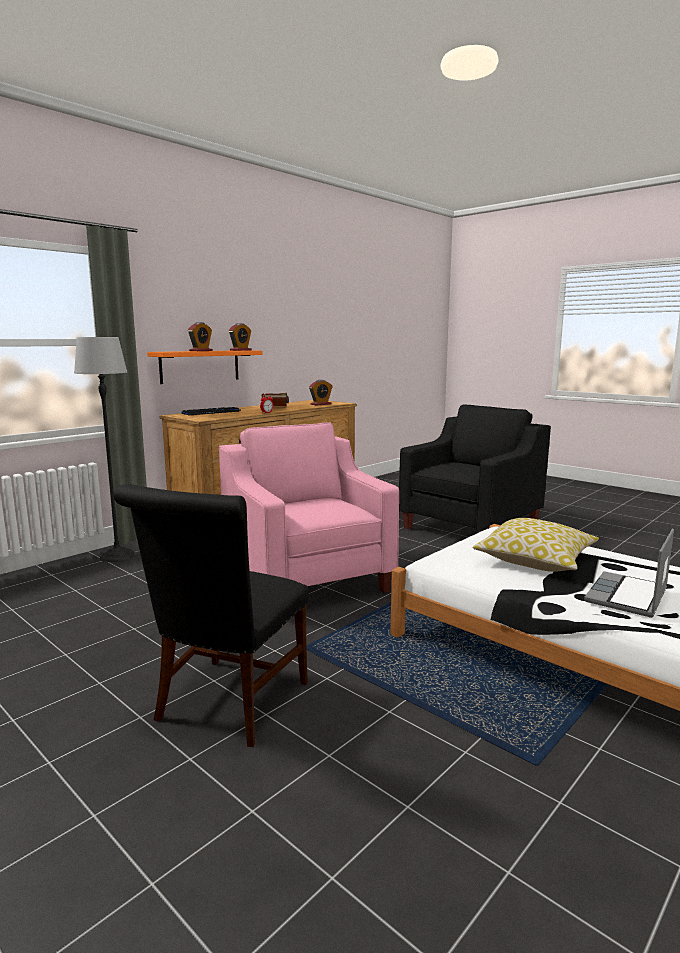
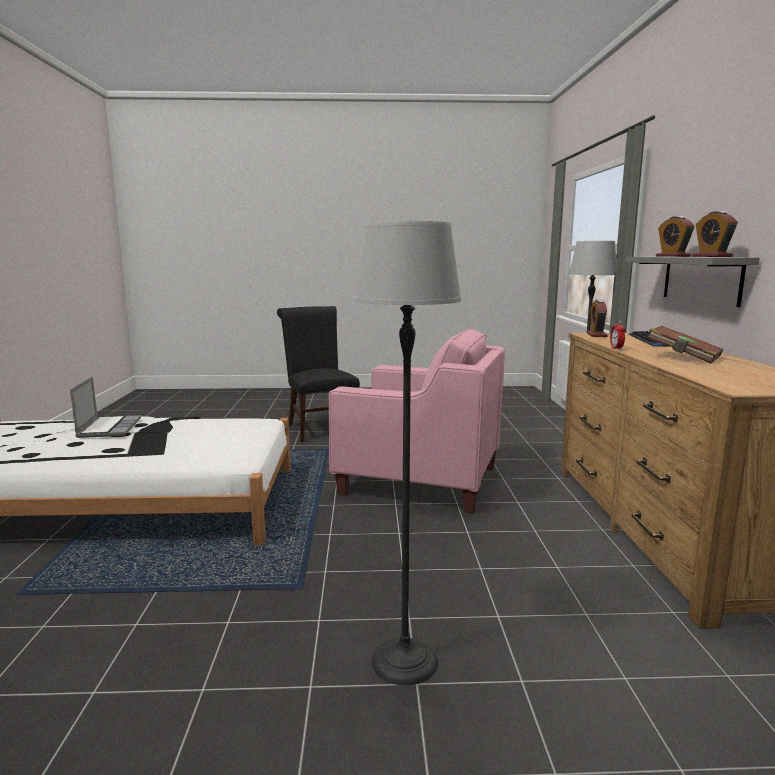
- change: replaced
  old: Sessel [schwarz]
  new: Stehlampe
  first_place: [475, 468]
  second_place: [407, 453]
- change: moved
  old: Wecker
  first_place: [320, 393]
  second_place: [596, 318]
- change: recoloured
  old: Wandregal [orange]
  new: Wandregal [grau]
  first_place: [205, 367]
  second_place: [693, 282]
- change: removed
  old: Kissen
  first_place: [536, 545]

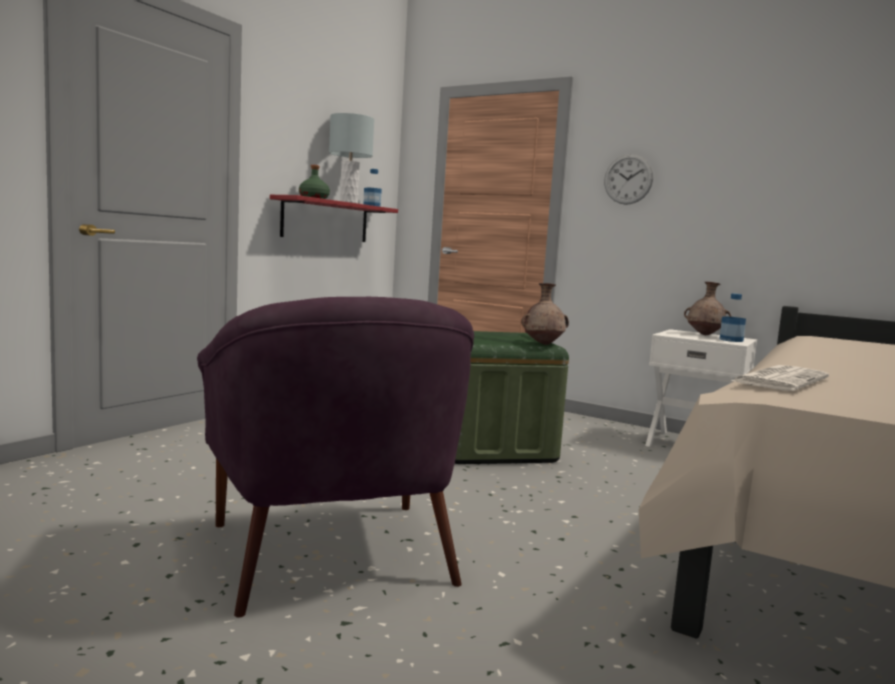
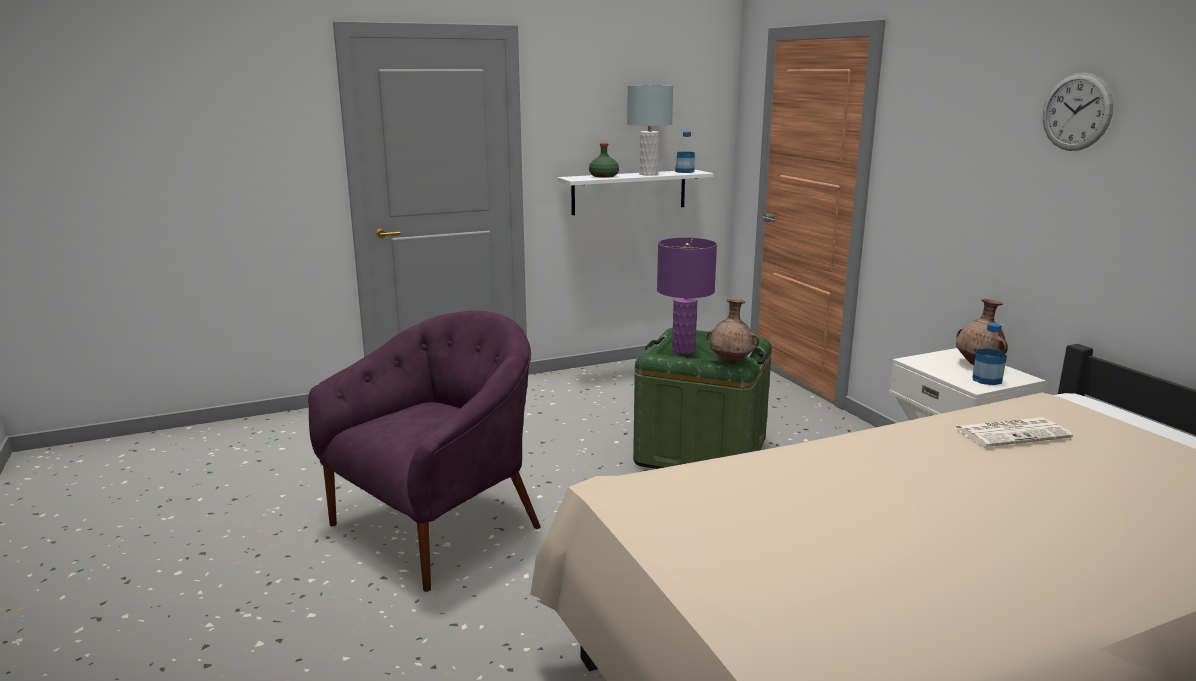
- change: turned
  old: Sessel [lila]
  first_place: [335, 457]
  second_place: [424, 451]
  degrees: -150
- change: recoloured
  old: Wandregal [rot]
  new: Wandregal [weiß]
  first_place: [334, 218]
  second_place: [635, 192]
- change: added
  new: Tischlampe [lila]
  second_place: [687, 295]
- change: moved
  old: Zeitung
  first_place: [780, 378]
  second_place: [1014, 432]
- change: moved
  old: Wanduhr
  first_place: [628, 179]
  second_place: [1078, 112]

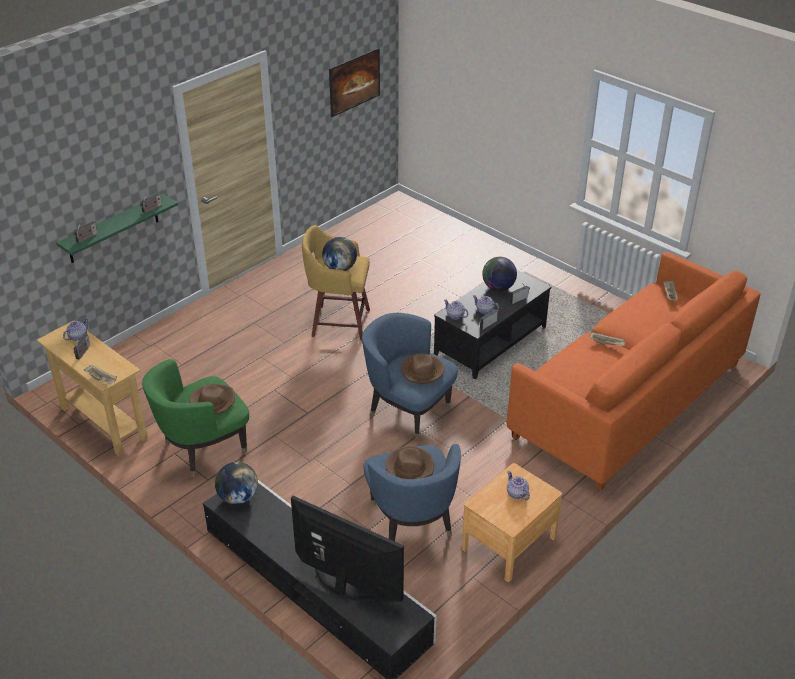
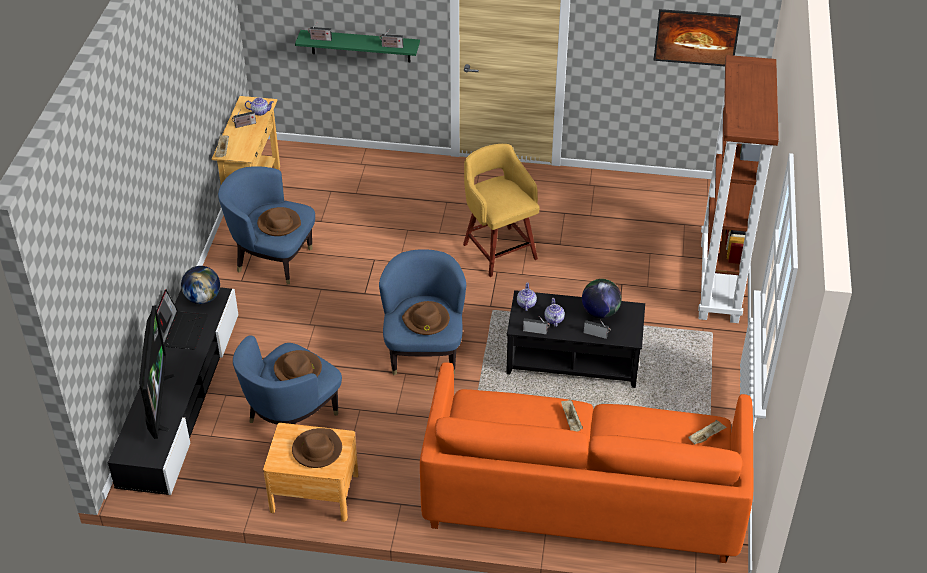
- change: added
  new: Laptop
  second_place: [182, 319]
- change: recoloured
  old: Sessel [grün]
  new: Sessel [blau]
  first_place: [195, 418]
  second_place: [266, 225]
- change: replaced
  old: Teekanne
  new: Hut [braun]
  first_place: [518, 485]
  second_place: [317, 448]
- change: added
  new: Bücherregal [braun]
  second_place: [738, 189]
- change: removed
  old: Globus
  first_place: [339, 254]

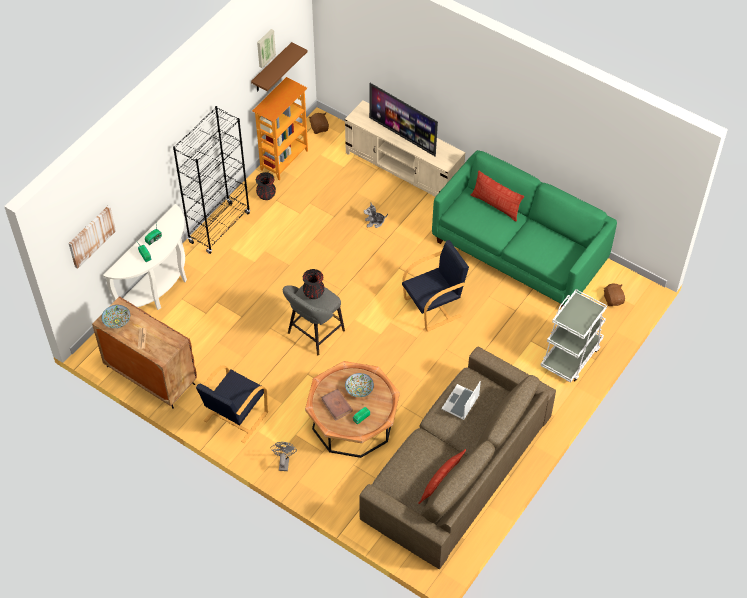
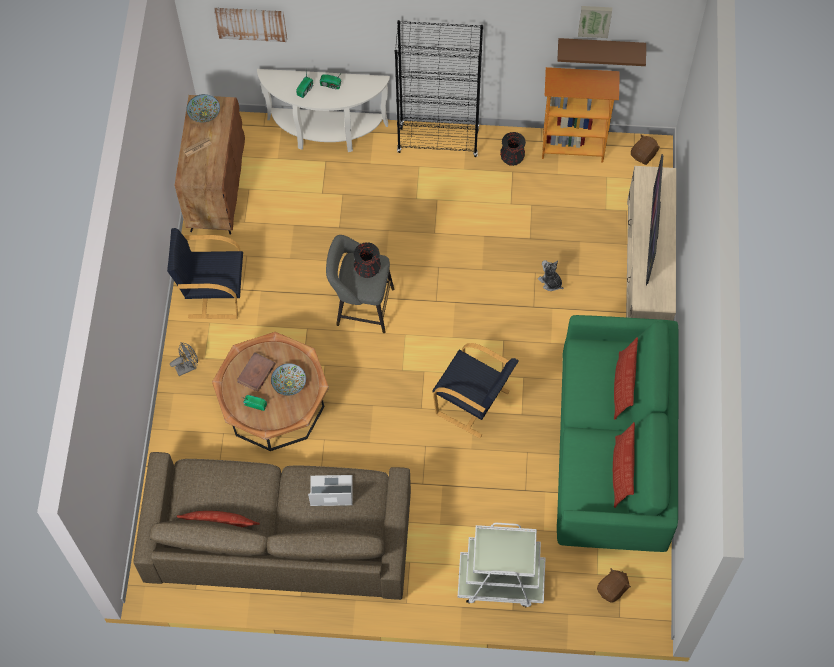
- change: added
  new: Kissen
  second_place: [624, 465]

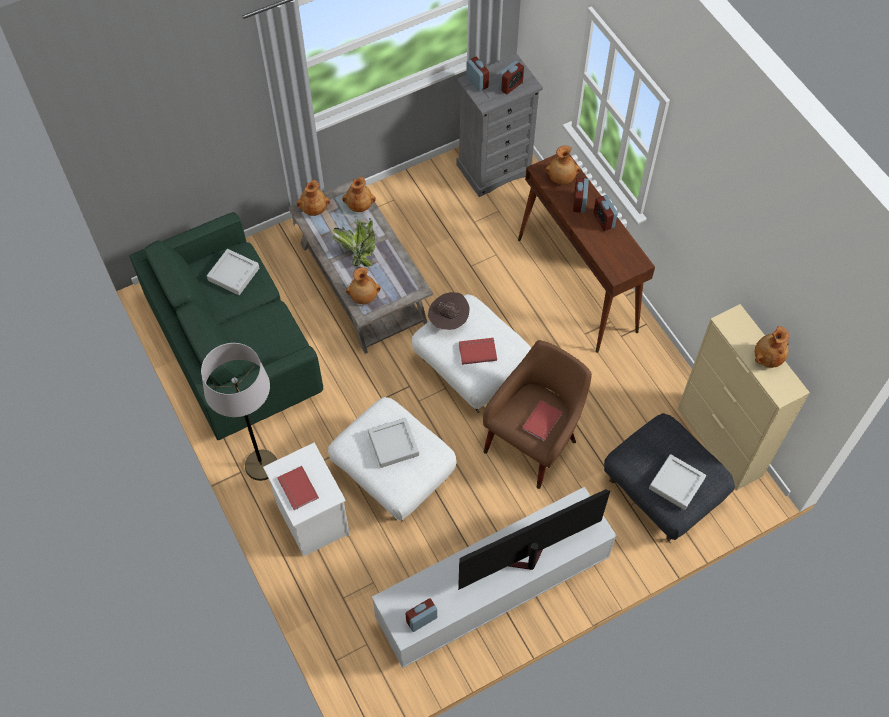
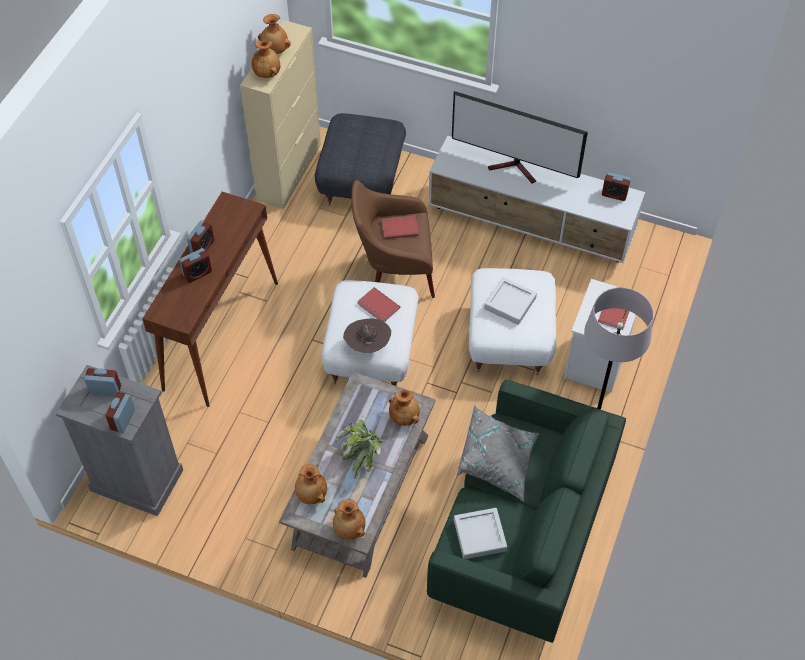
- change: moved
  old: Vase [braun]
  first_place: [562, 165]
  second_place: [266, 58]
- change: added
  new: Kissen [grau]
  second_place: [497, 454]
- change: removed
  old: Tablett [grau]
  first_place: [677, 482]

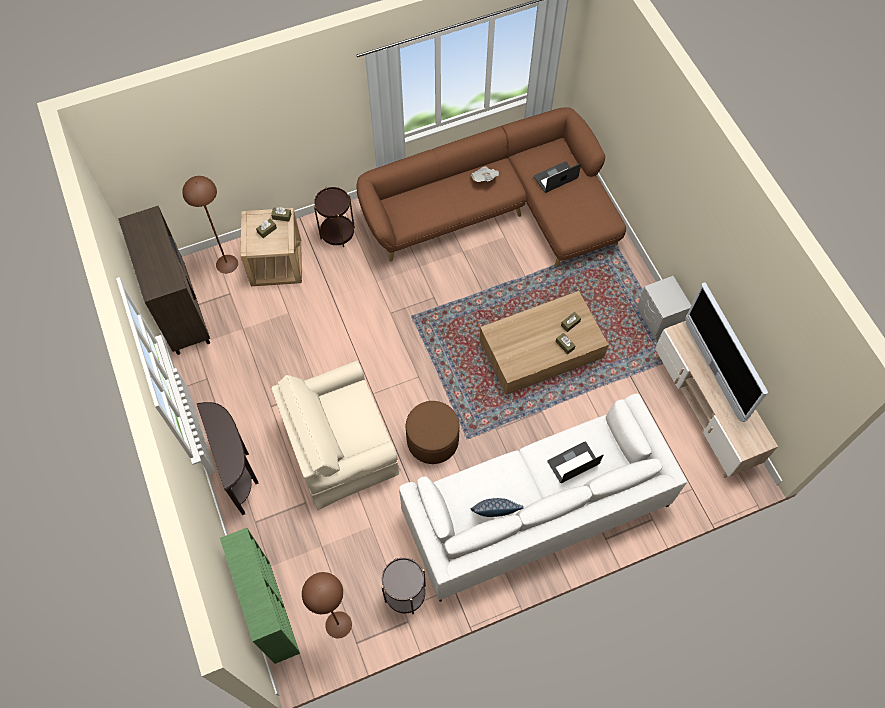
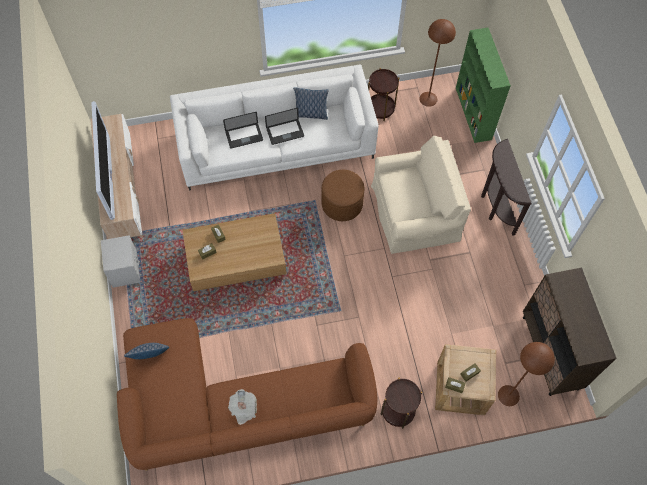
- change: added
  new: Kissen
  second_place: [146, 351]
- change: moved
  old: Laptop
  first_place: [557, 177]
  second_place: [284, 126]

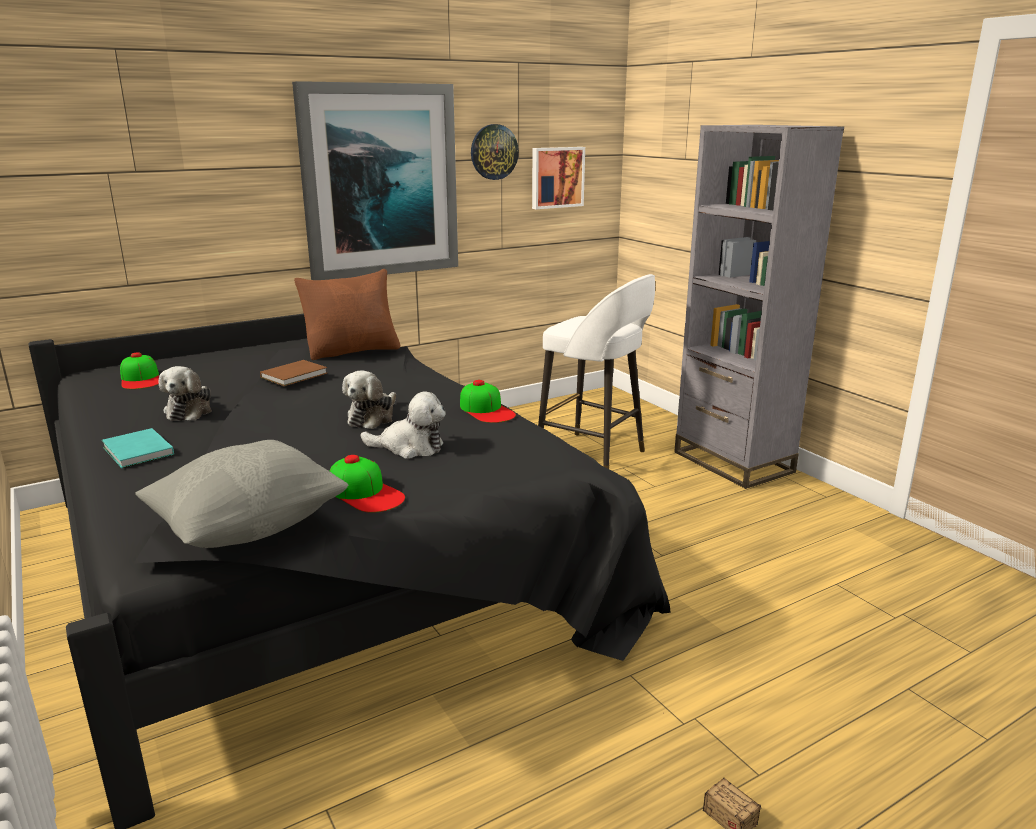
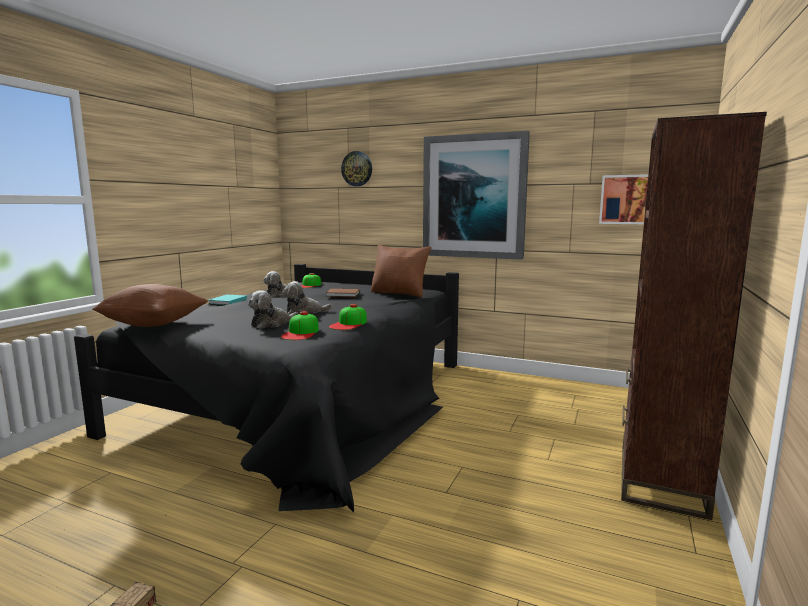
- change: recoloured
  old: Kissen [grau]
  new: Kissen [braun]
  first_place: [241, 494]
  second_place: [150, 305]
- change: turned
  old: Plüschtier
  first_place: [403, 425]
  second_place: [273, 309]
  degrees: 75
- change: moved
  old: Kappe
  first_place: [367, 484]
  second_place: [300, 325]
- change: moved
  old: Wanduhr
  first_place: [495, 152]
  second_place: [356, 168]
- change: recoloured
  old: Bücherregal [grau]
  new: Bücherregal [braun]
  first_place: [759, 307]
  second_place: [694, 316]
- change: removed
  old: Hocker [weiß]
  first_place: [596, 371]

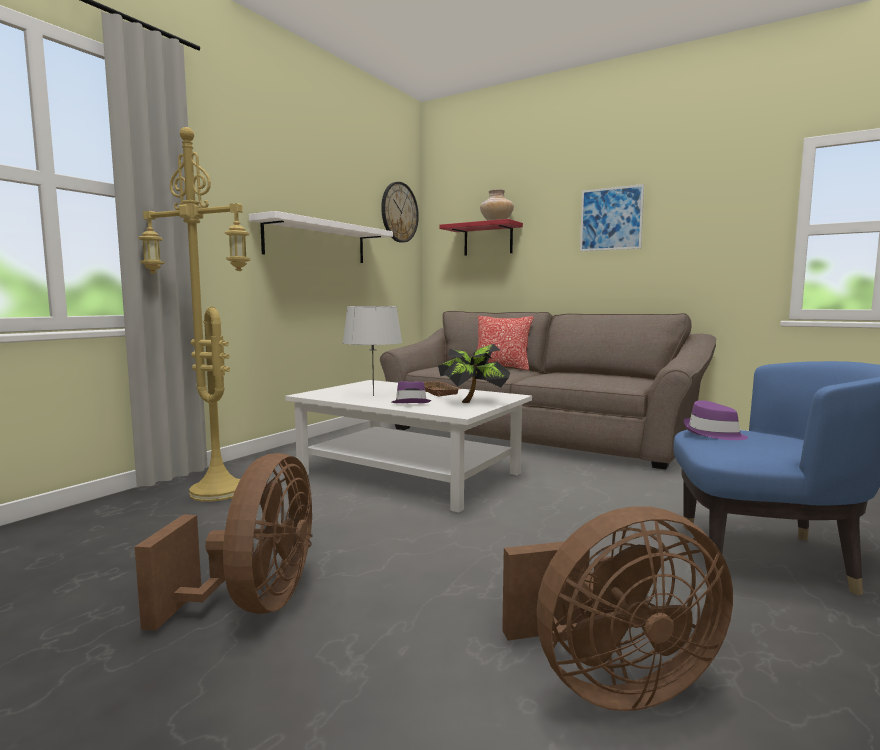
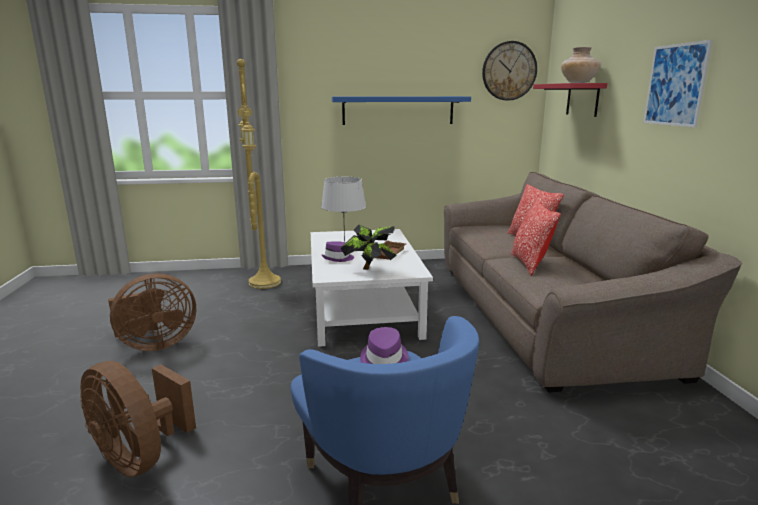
- change: recoloured
  old: Wandregal [weiß]
  new: Wandregal [blau]
  first_place: [321, 237]
  second_place: [401, 110]
- change: added
  new: Kissen
  second_place: [536, 237]

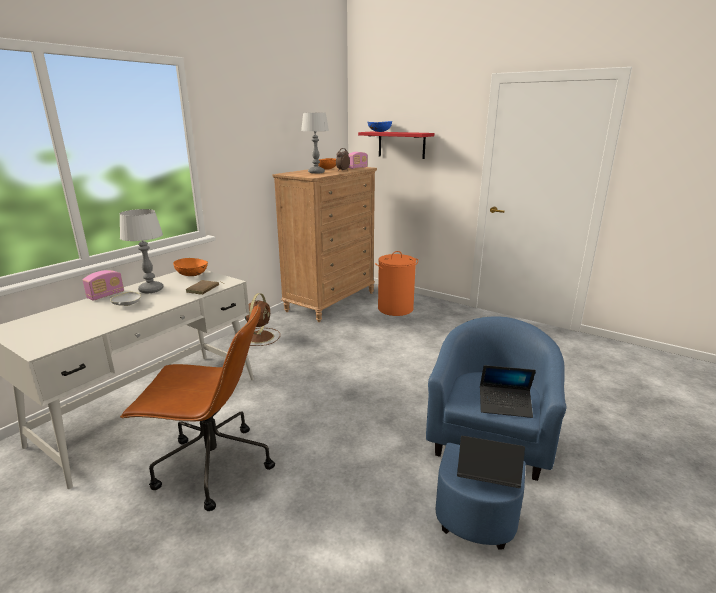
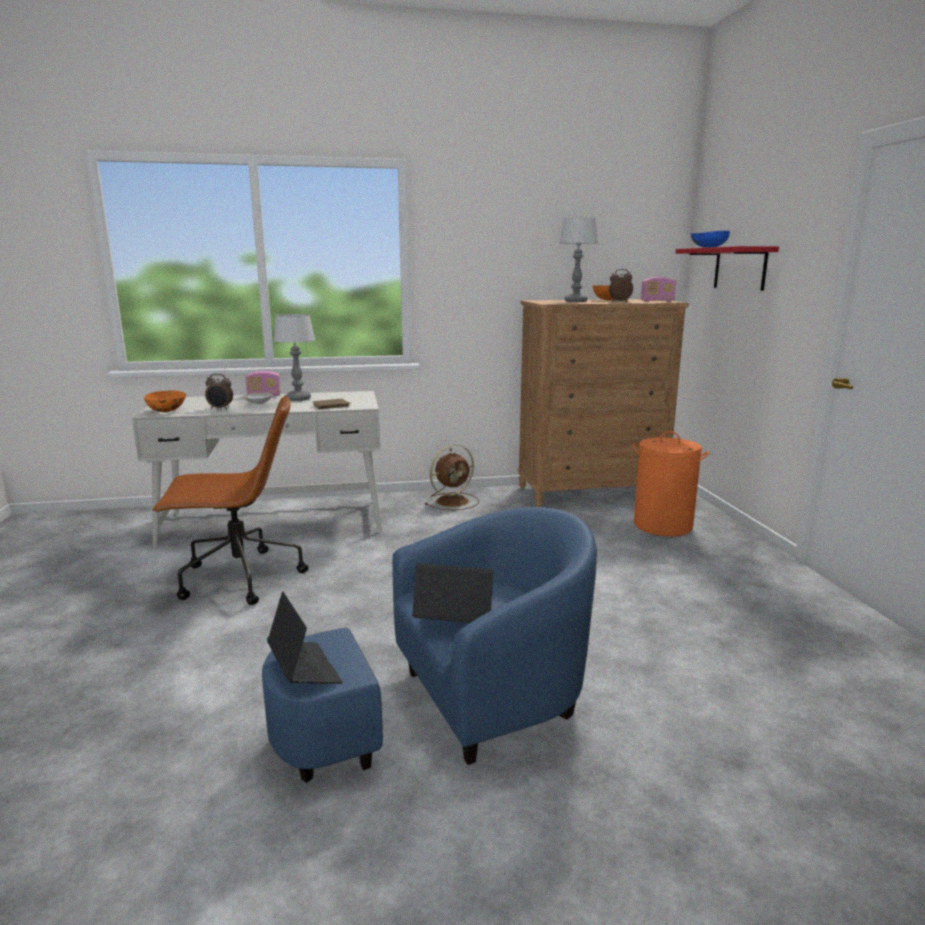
- change: moved
  old: Schüssel [orange]
  first_place: [190, 267]
  second_place: [165, 401]
- change: turned
  old: Bürostuhl [braun]
  first_place: [197, 407]
  second_place: [230, 500]
  degrees: -60
- change: added
  new: Wecker
  second_place: [219, 392]
- change: turned
  old: Laptop
  first_place: [508, 391]
  second_place: [452, 593]
  degrees: 135

